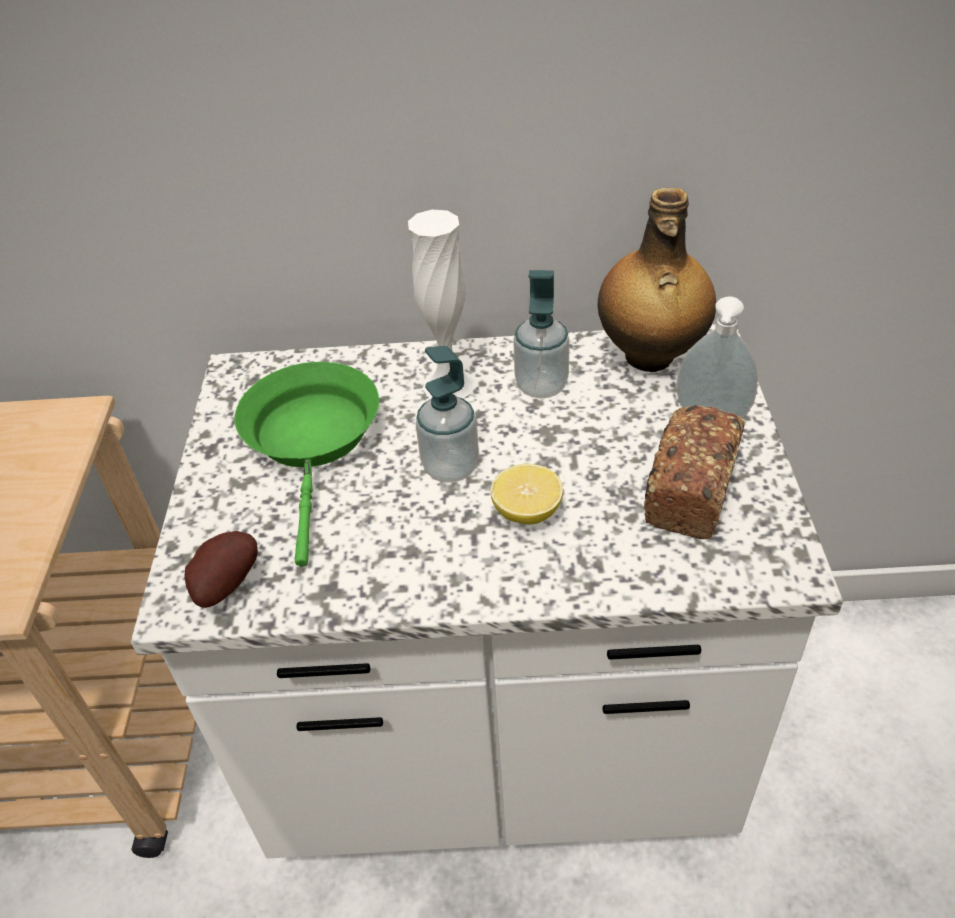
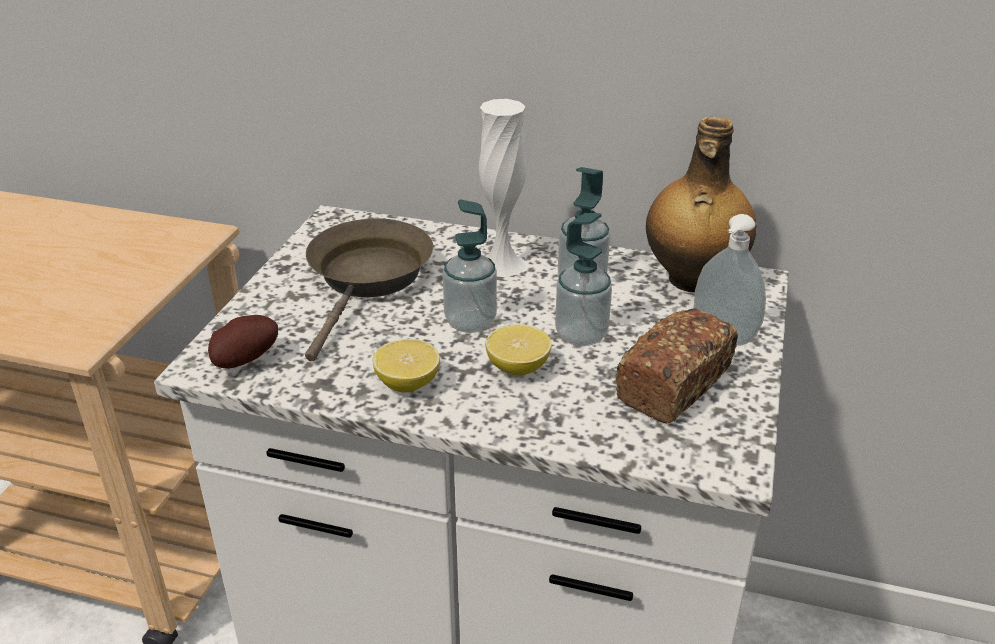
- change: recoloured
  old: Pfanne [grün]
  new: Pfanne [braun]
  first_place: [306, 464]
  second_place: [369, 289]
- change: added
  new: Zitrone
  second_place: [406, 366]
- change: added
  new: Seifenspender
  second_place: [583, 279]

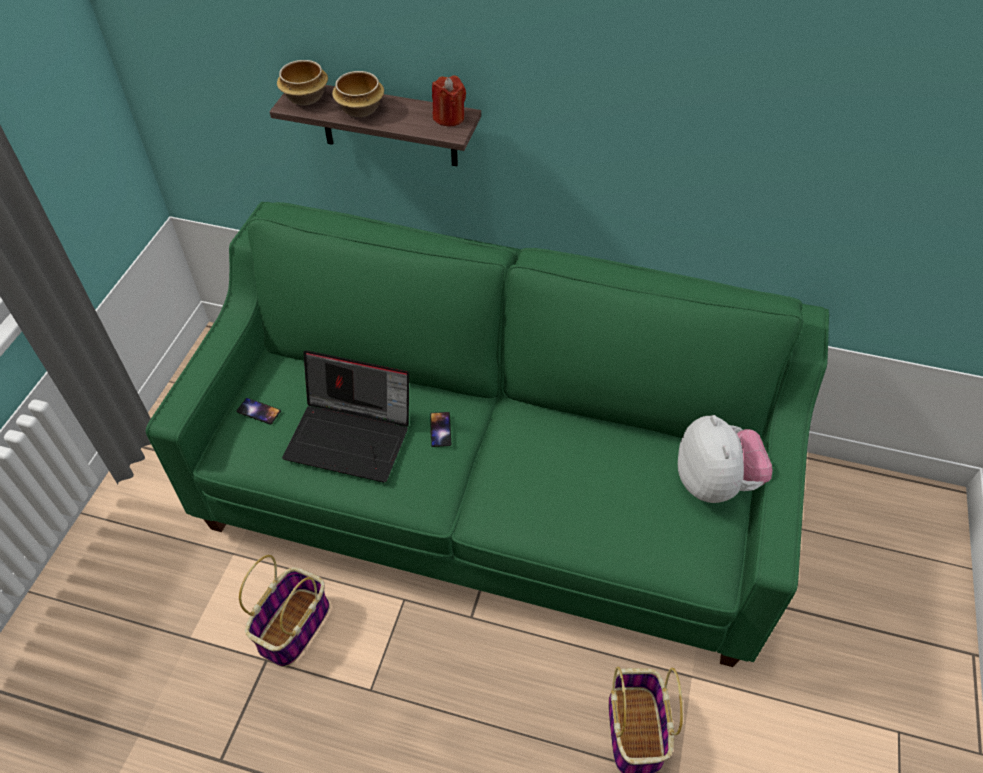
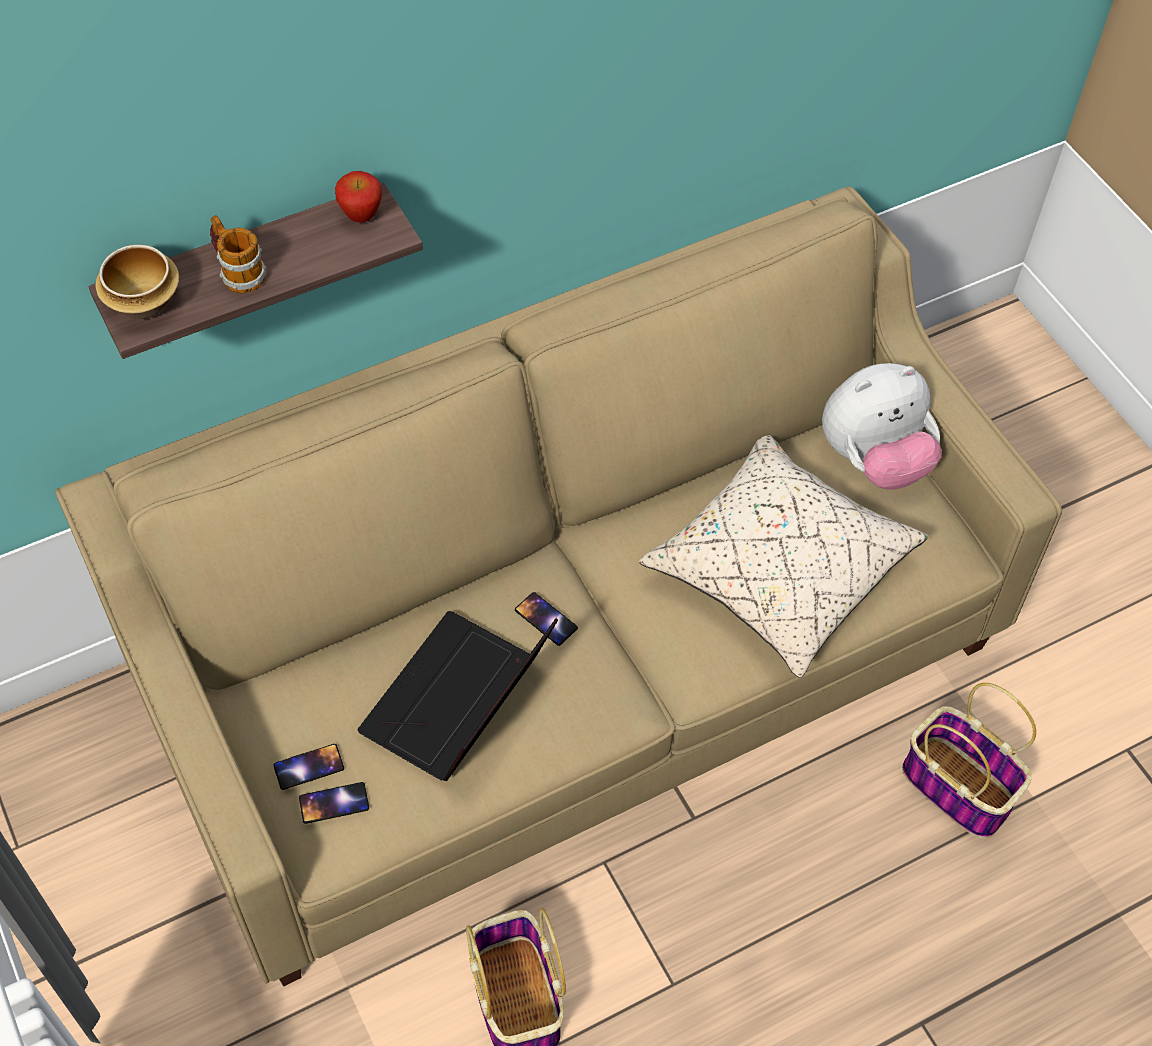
- change: recoloured
  old: Sofa [grün]
  new: Sofa [beige]
  first_place: [487, 434]
  second_place: [558, 586]
- change: replaced
  old: Schüssel
  new: Henkelbecher
  first_place: [358, 94]
  second_place: [238, 254]
- change: added
  new: Handy
  second_place: [334, 803]
- change: replaced
  old: Kerze [rot]
  new: Apfel
  first_place: [449, 101]
  second_place: [358, 197]
- change: turned
  old: Laptop
  first_place: [345, 416]
  second_place: [458, 696]
  degrees: 150
- change: added
  new: Kissen [beige]
  second_place: [783, 556]
- change: turned
  old: Plüschtier
  first_place: [725, 459]
  second_place: [882, 426]
  degrees: 120

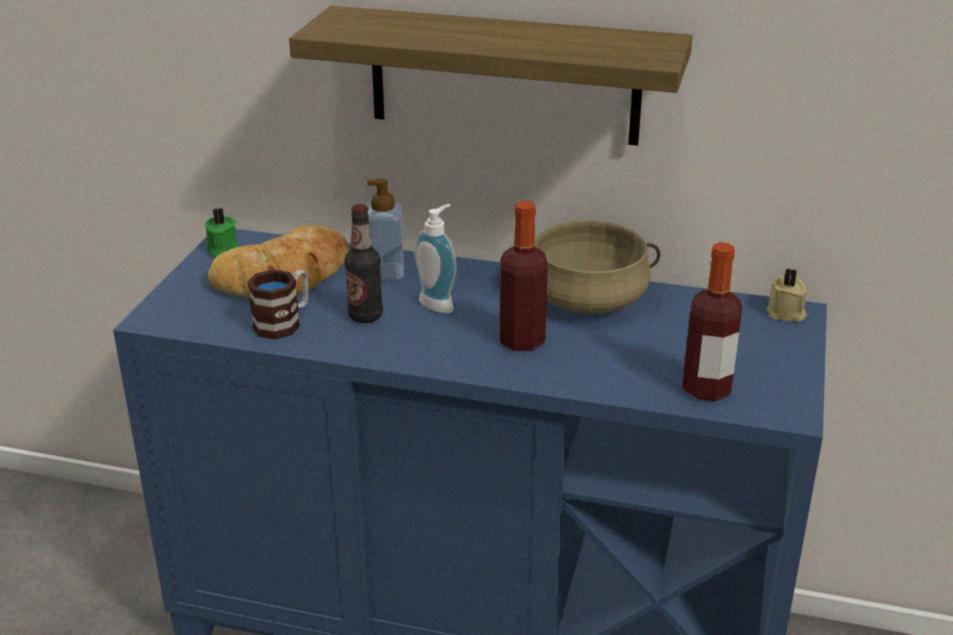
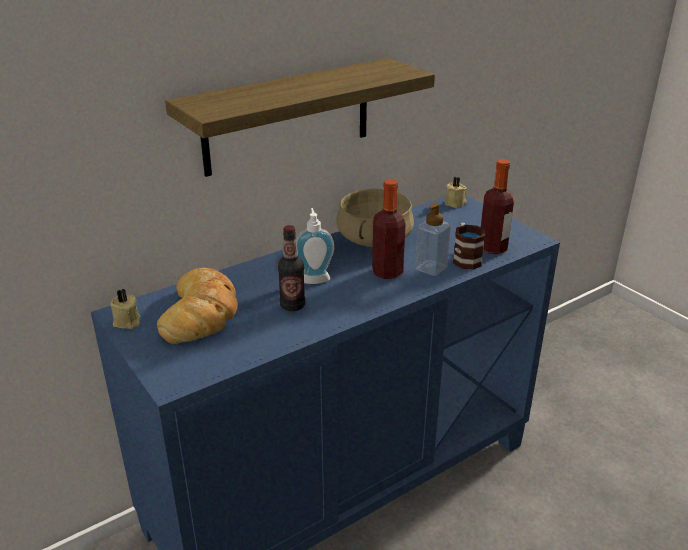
- change: recoloured
  old: Kerze [grün]
  new: Kerze [beige]
  first_place: [221, 233]
  second_place: [125, 309]
- change: moved
  old: Seifenspender
  first_place: [385, 229]
  second_place: [433, 239]
- change: moved
  old: Henkelbecher
  first_place: [277, 304]
  second_place: [469, 246]

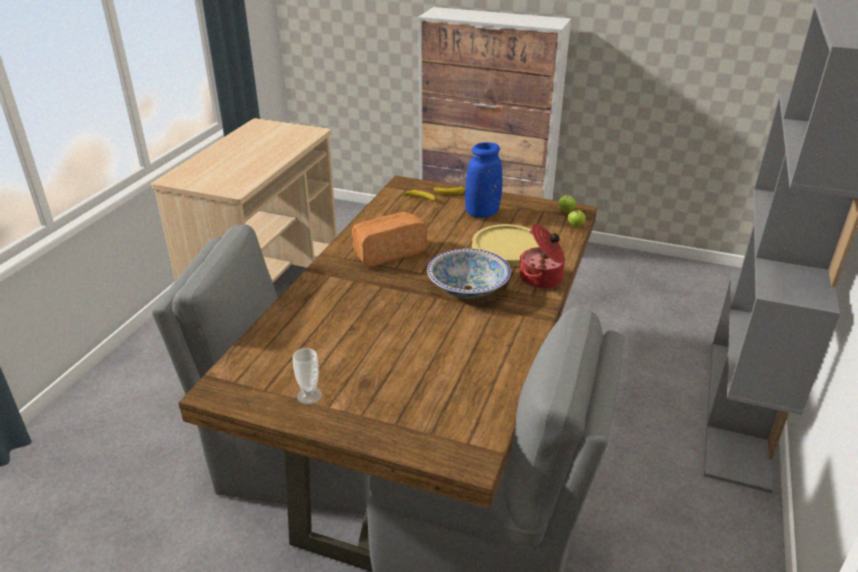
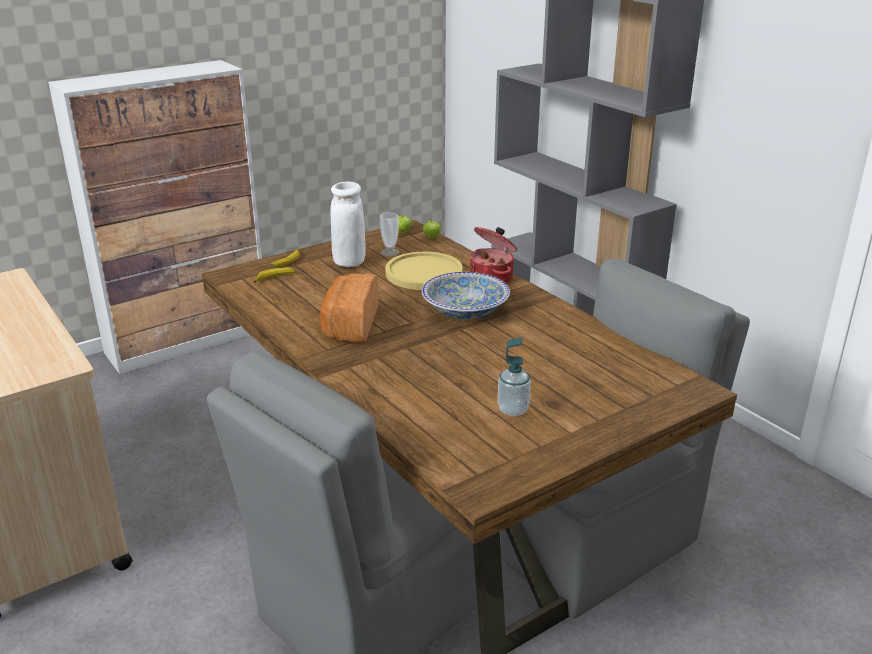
- change: recoloured
  old: Vase [blau]
  new: Vase [weiß]
  first_place: [483, 180]
  second_place: [348, 224]
- change: moved
  old: Tasse
  first_place: [307, 376]
  second_place: [389, 234]
- change: added
  new: Seifenspender
  second_place: [514, 376]

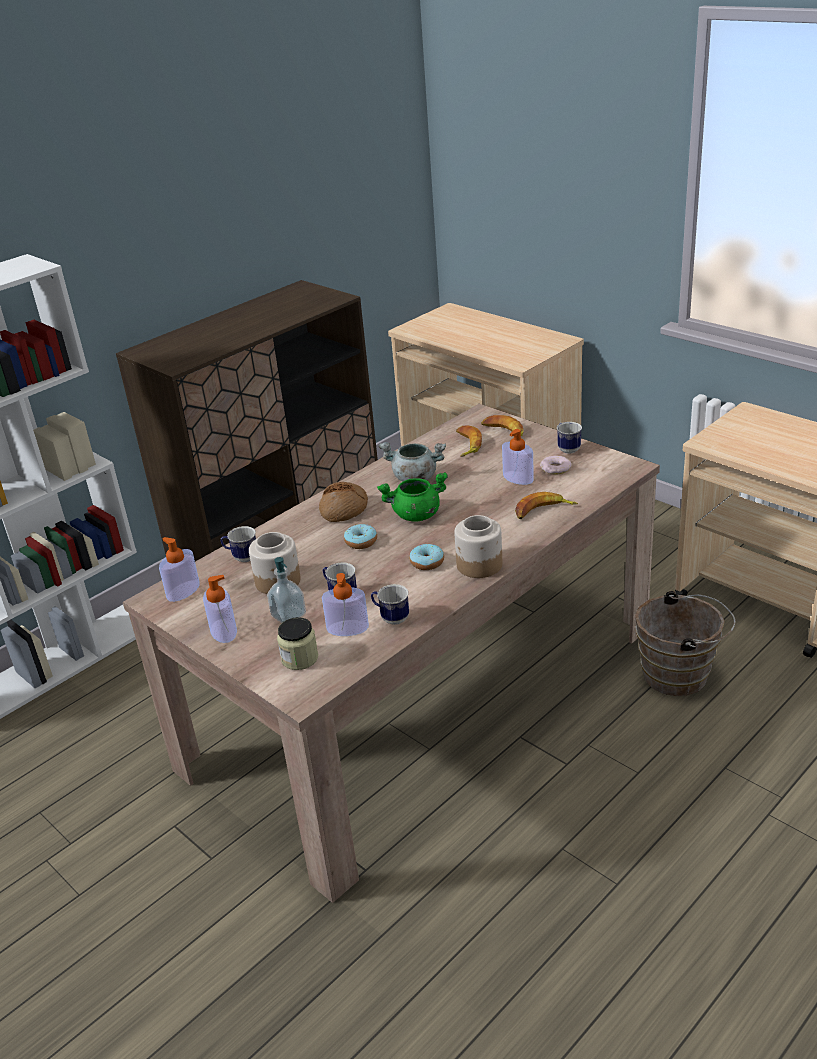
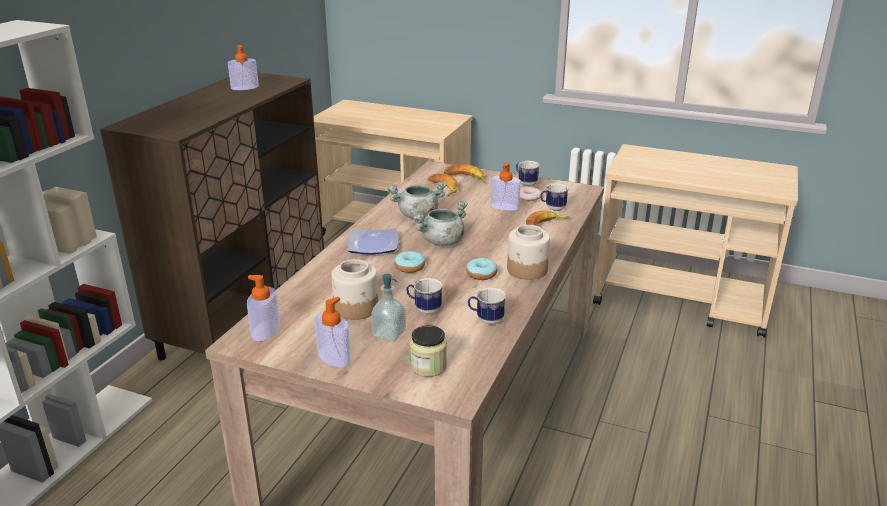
- change: moved
  old: Seifenspender
  first_place: [345, 604]
  second_place: [243, 67]
- change: replaced
  old: Brot
  new: Teller
  first_place: [343, 502]
  second_place: [373, 241]
- change: recoloured
  old: Kochtopf [grün]
  new: Kochtopf [grau]
  first_place: [412, 497]
  second_place: [440, 223]
- change: moved
  old: Henkelbecher
  first_place: [238, 544]
  second_place: [555, 197]
- change: removed
  old: Eimer [braun]
  first_place: [685, 643]

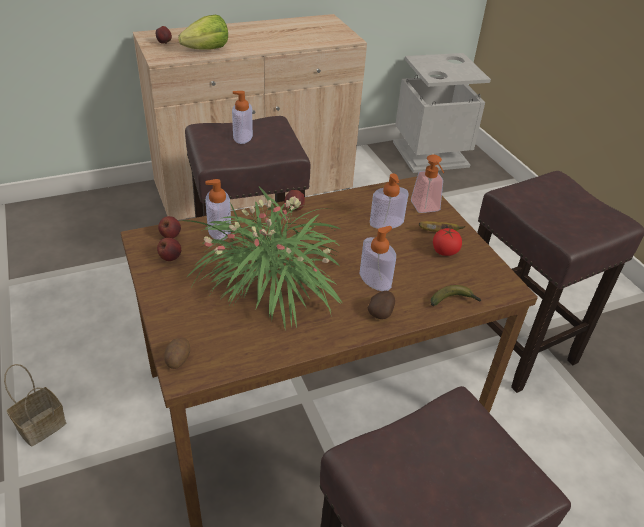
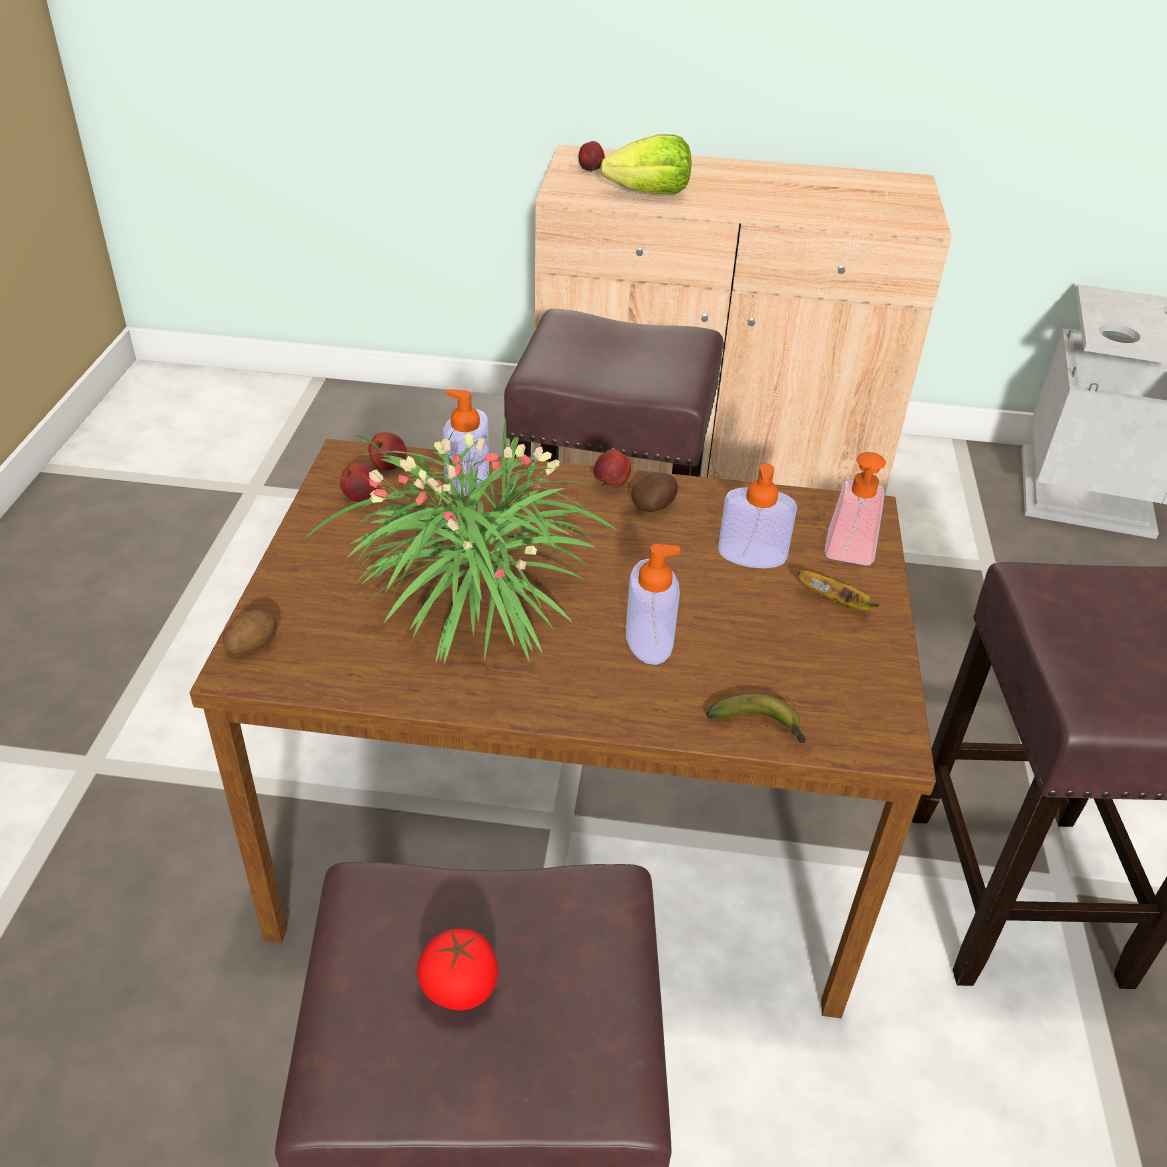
- change: moved
  old: Tomate
  first_place: [447, 242]
  second_place: [457, 969]
- change: moved
  old: Kartoffel
  first_place: [381, 305]
  second_place: [654, 492]
- change: removed
  old: Korb
  first_place: [35, 405]
- change: removed
  old: Seifenspender
  first_place: [242, 117]

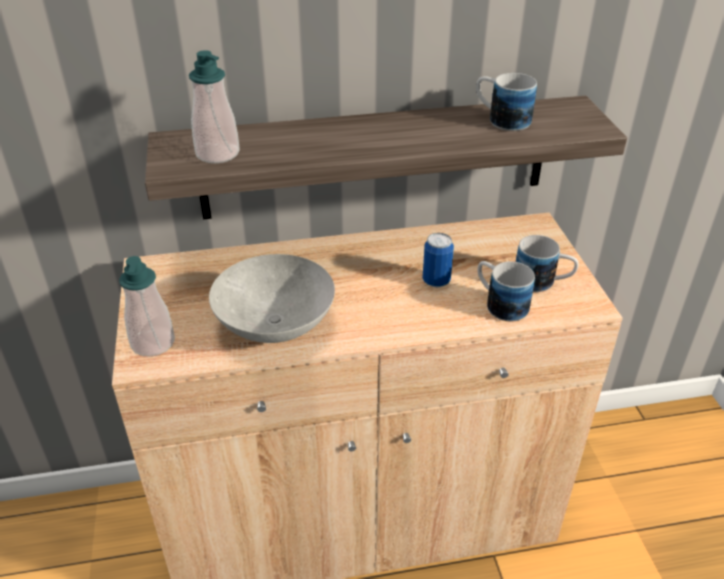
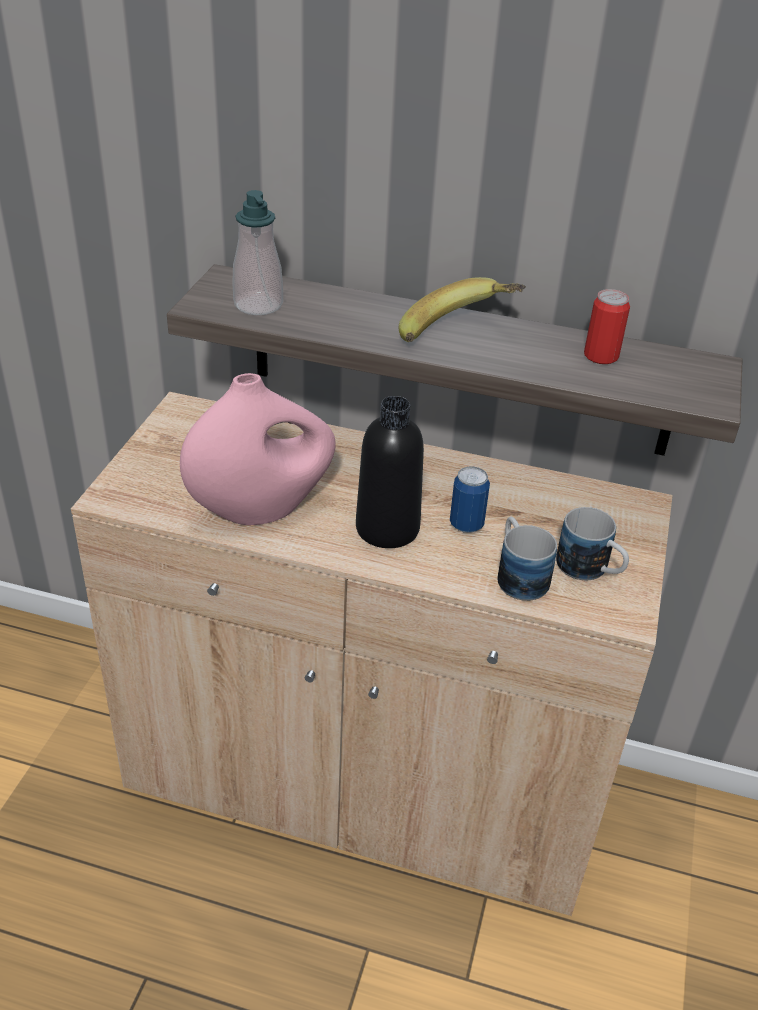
- change: replaced
  old: Schüssel [grau]
  new: Vase [rosa]
  first_place: [272, 298]
  second_place: [258, 449]
- change: added
  new: Flasche [schwarz]
  second_place: [390, 472]
- change: added
  new: Banane
  second_place: [462, 309]
- change: replaced
  old: Henkelbecher
  new: Dose
  first_place: [506, 102]
  second_place: [607, 326]
- change: removed
  old: Seifenspender
  first_place: [147, 306]

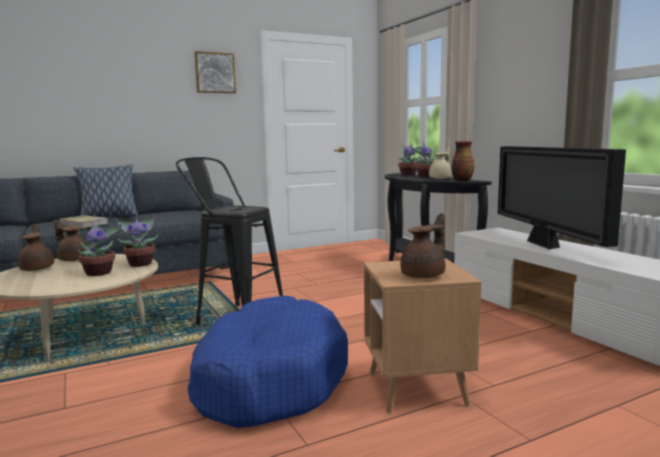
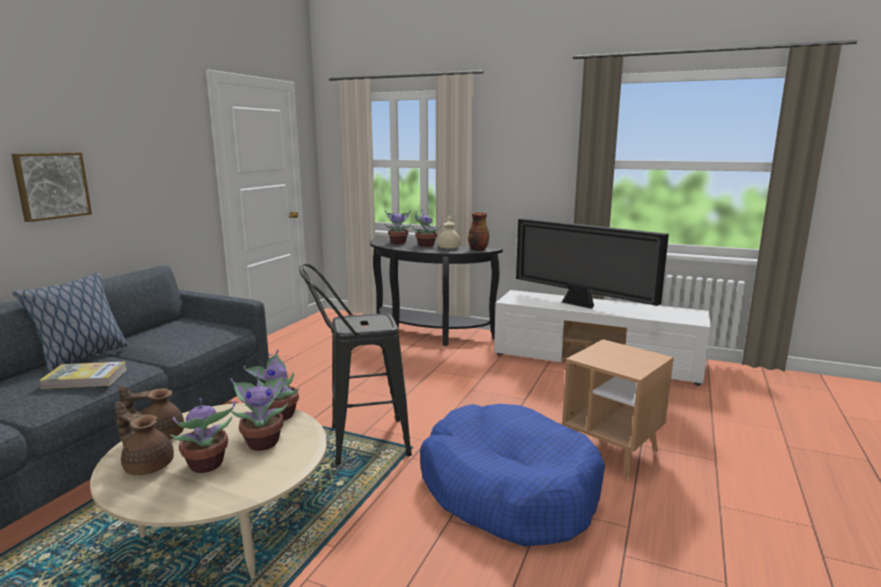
- change: moved
  old: Bild
  first_place: [215, 72]
  second_place: [52, 187]
- change: added
  new: Topfpflanze
  second_place: [203, 435]
- change: removed
  old: Teekanne [braun]
  first_place: [423, 245]

